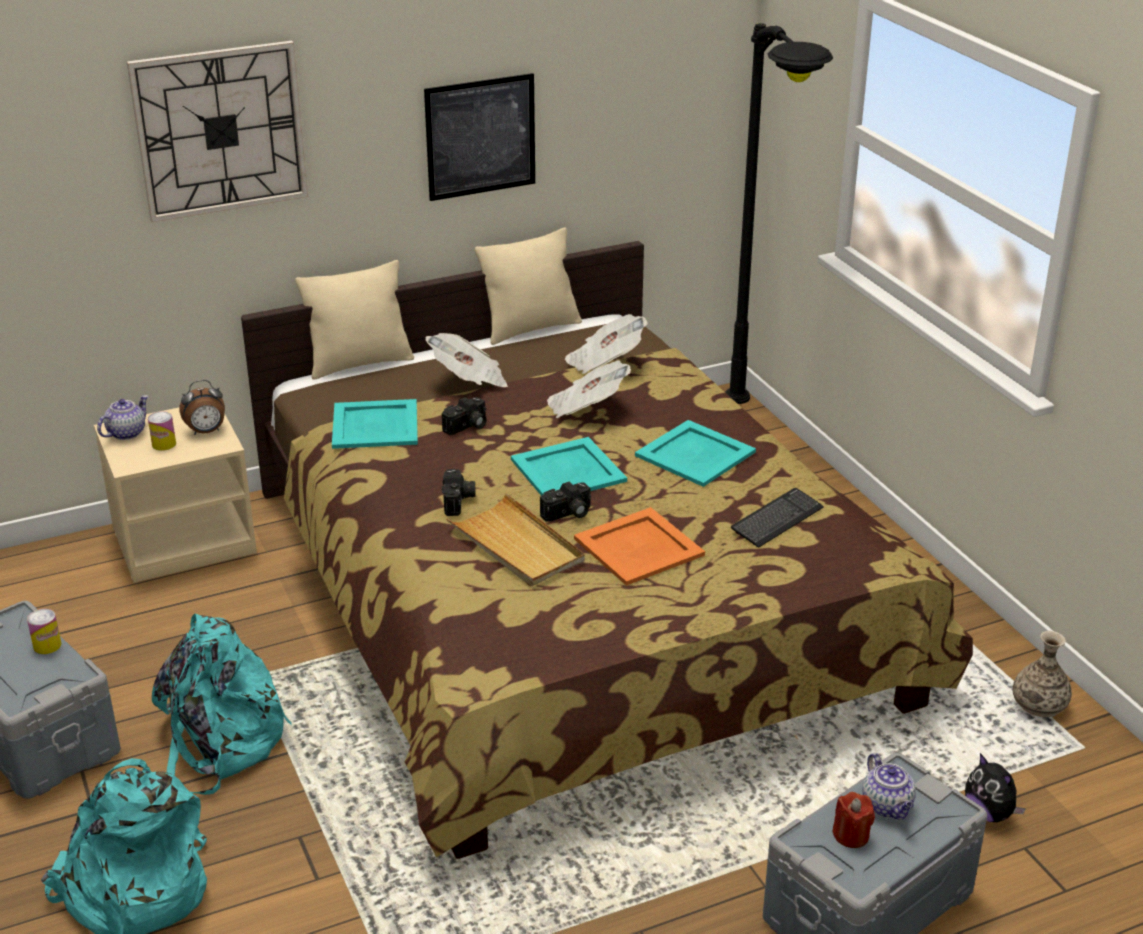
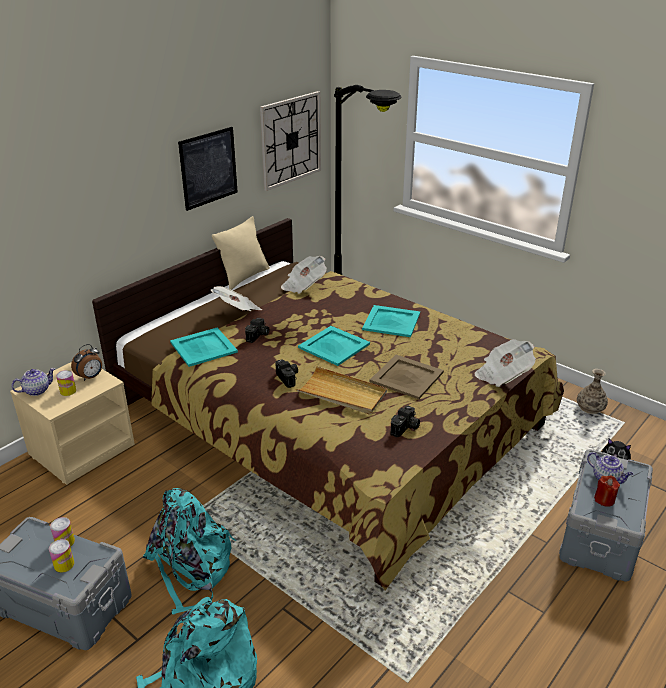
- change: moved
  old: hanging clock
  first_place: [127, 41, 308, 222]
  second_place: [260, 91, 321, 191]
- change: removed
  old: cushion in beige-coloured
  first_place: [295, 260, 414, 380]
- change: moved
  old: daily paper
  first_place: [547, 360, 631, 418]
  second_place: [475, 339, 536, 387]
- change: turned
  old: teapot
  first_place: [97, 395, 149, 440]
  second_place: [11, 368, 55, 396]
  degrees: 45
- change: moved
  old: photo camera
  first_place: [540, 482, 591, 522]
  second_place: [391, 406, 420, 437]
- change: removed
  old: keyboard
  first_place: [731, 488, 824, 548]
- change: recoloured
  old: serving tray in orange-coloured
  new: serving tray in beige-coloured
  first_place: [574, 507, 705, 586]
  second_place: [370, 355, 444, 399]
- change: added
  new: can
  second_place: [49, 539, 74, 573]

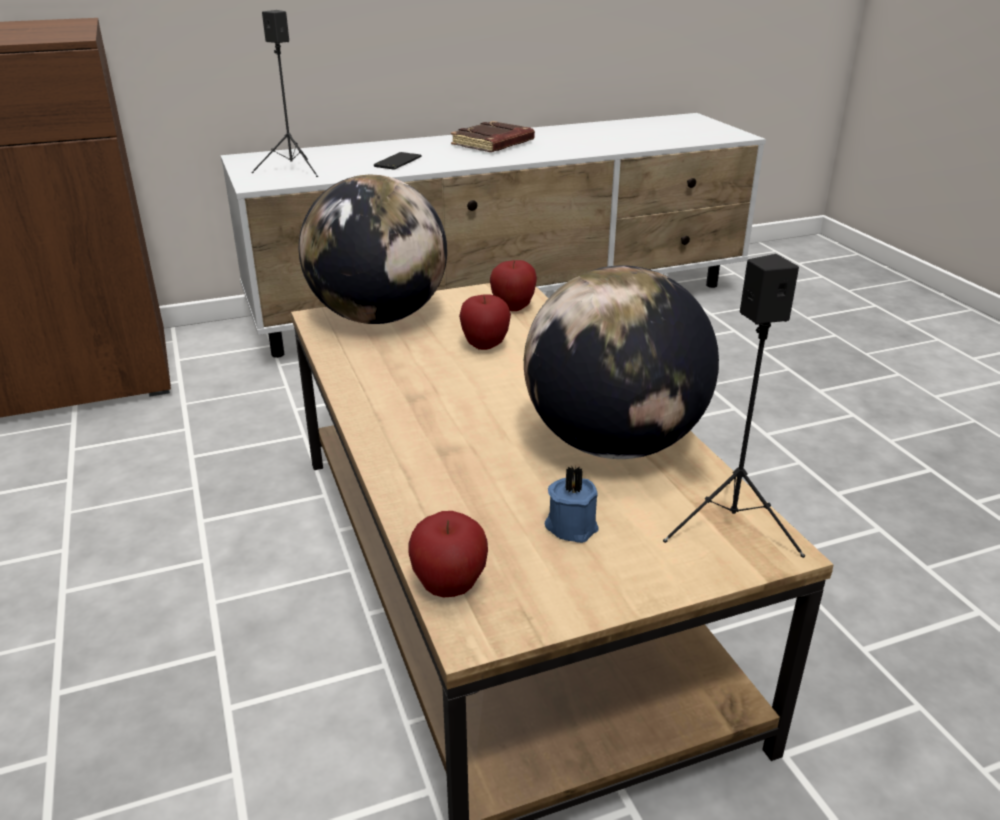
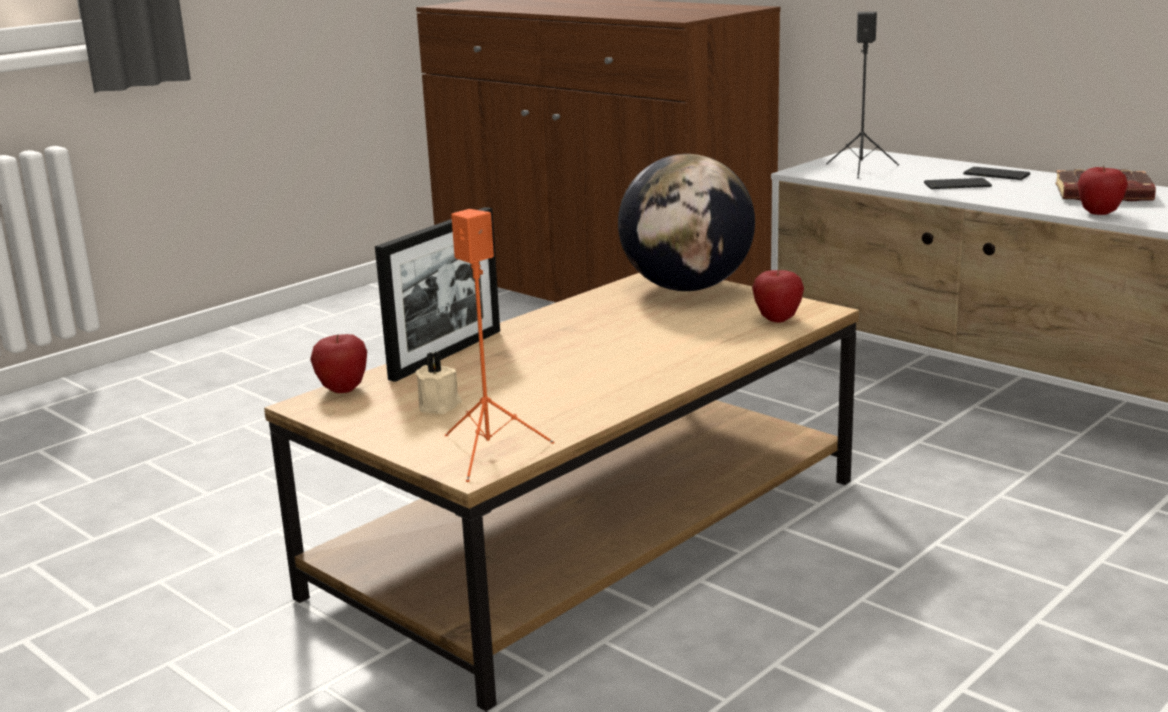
- change: recoloured
  old: speaker in black
  new: speaker in orange-coloured
  first_place: [663, 254, 805, 558]
  second_place: [445, 209, 554, 482]
- change: removed
  old: world globe
  first_place: [524, 266, 719, 459]
- change: moved
  old: apple fruit
  first_place: [459, 294, 511, 350]
  second_place: [1078, 166, 1128, 215]
- change: recoloured
  old: wax light in blue
  new: wax light in beige-coloured
  first_place: [545, 466, 599, 543]
  second_place: [415, 352, 462, 414]
- change: added
  new: telephone
  second_place: [963, 167, 1030, 180]
- change: added
  new: picture frame
  second_place: [375, 207, 500, 382]

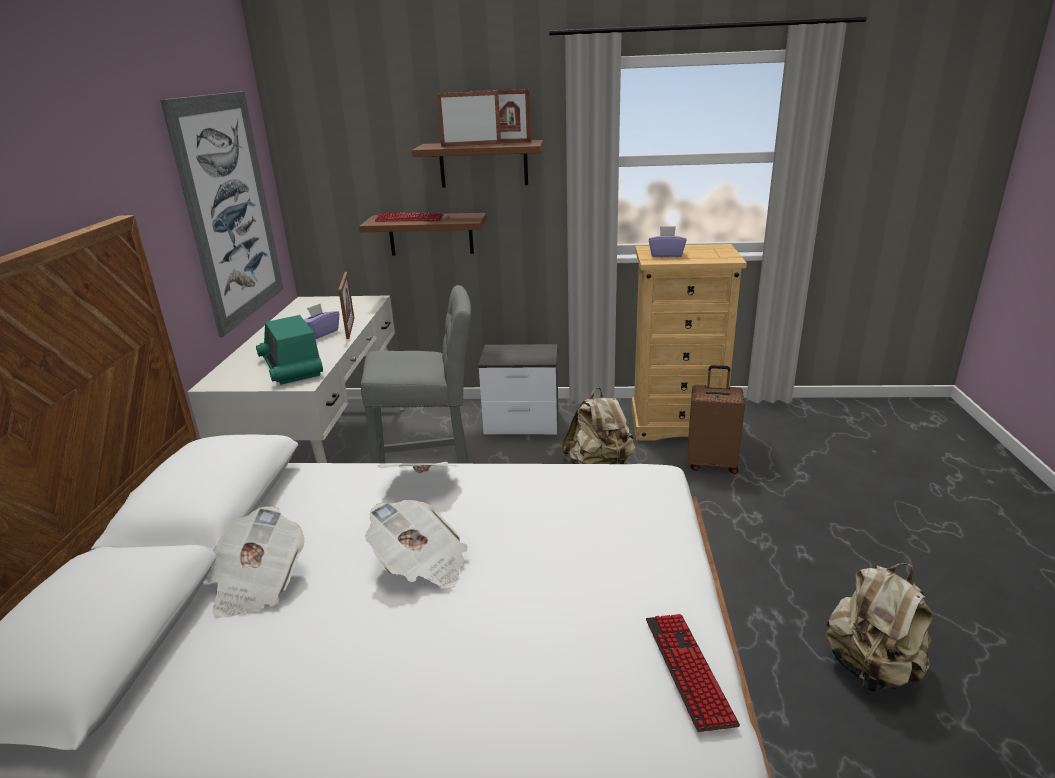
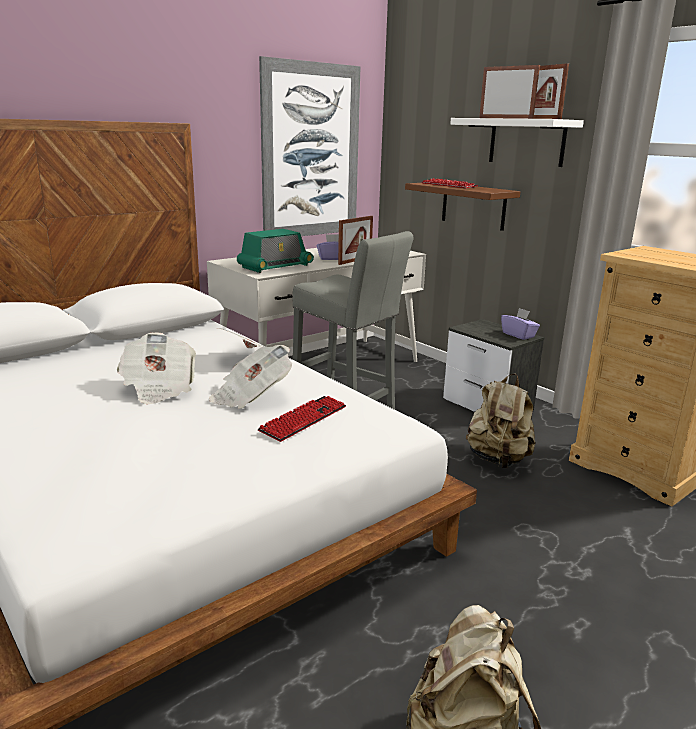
- change: recoloured
  old: wall shelf in brown-coloured
  new: wall shelf in white-coloured
  first_place: [412, 140, 543, 187]
  second_place: [450, 118, 584, 167]
- change: moved
  old: box of tissues in purple-coloured
  first_place: [649, 226, 686, 257]
  second_place: [501, 308, 540, 340]
- change: turned
  old: radio receiver
  first_place: [256, 315, 323, 385]
  second_place: [237, 229, 314, 273]
  degrees: -150
- change: removed
  old: travel case in brown-coloured
  first_place: [687, 365, 745, 474]
- change: moved
  old: daily paper
  first_place: [208, 506, 305, 618]
  second_place: [209, 345, 292, 409]
- change: moved
  old: keyboard
  first_place: [646, 614, 740, 732]
  second_place: [258, 396, 346, 442]

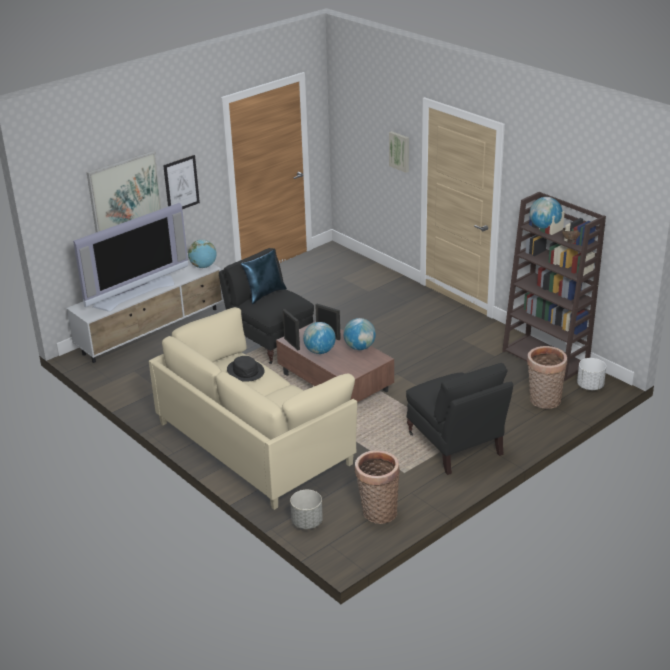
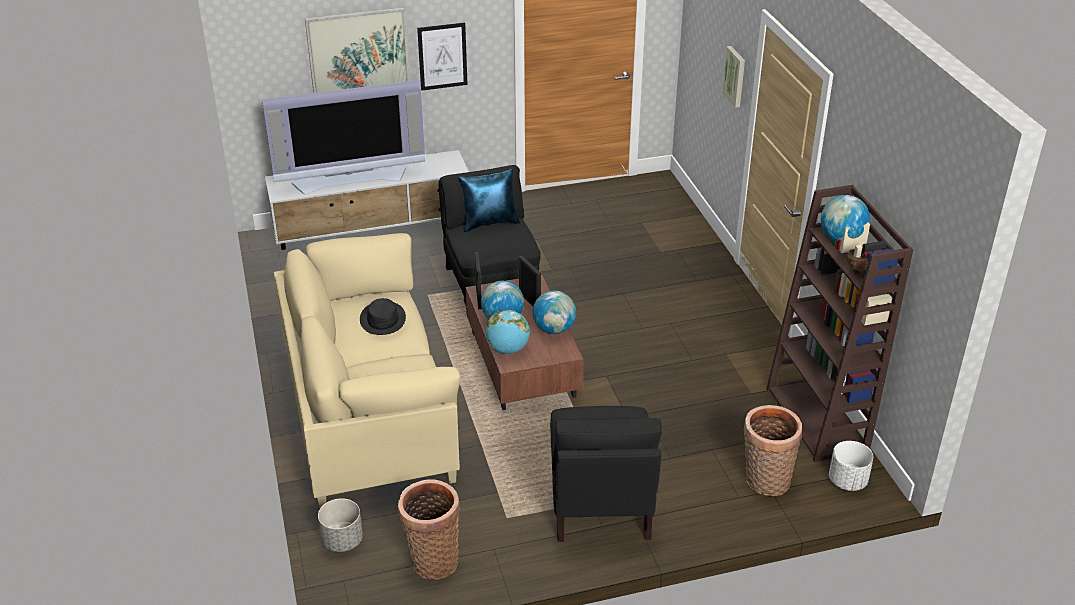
- change: moved
  old: world globe
  first_place: [188, 240, 217, 268]
  second_place: [486, 310, 530, 354]

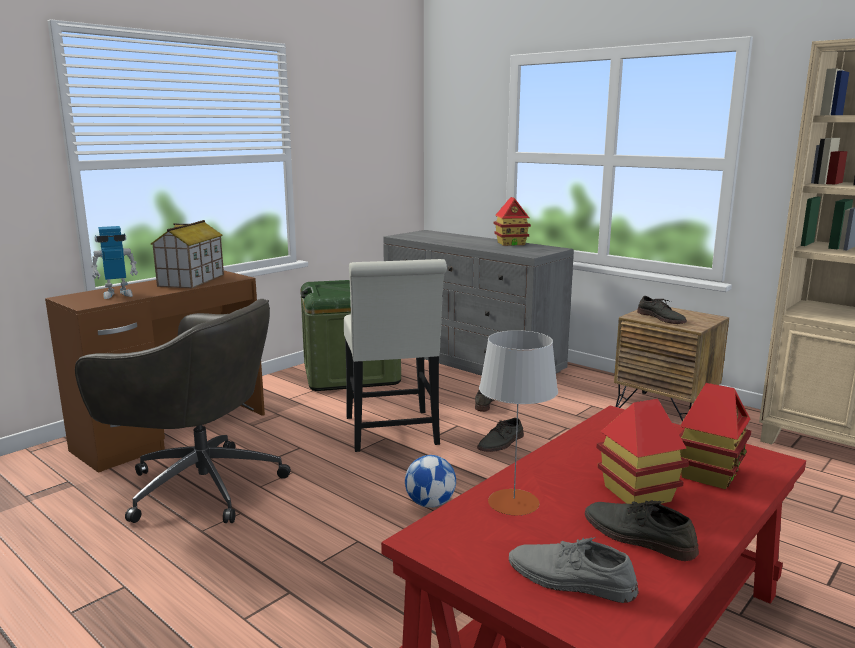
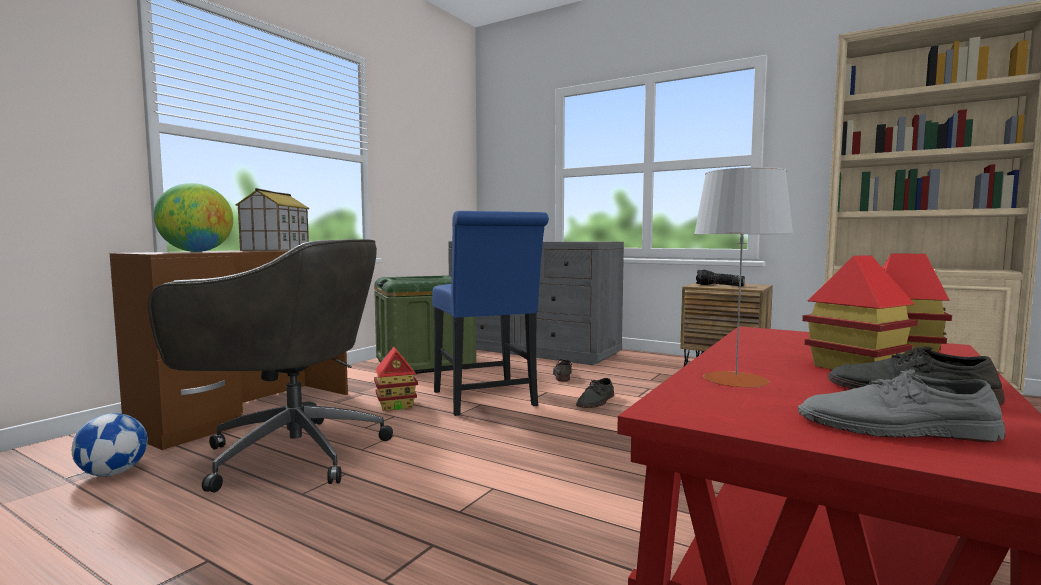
- change: moved
  old: toy house
  first_place: [494, 197, 531, 246]
  second_place: [374, 347, 418, 411]
- change: replaced
  old: model robot
  new: world globe
  first_place: [91, 226, 138, 299]
  second_place: [154, 183, 233, 252]
- change: recoloured
  old: plain chair in white-coloured
  new: plain chair in blue
  first_place: [344, 259, 447, 452]
  second_place: [432, 211, 549, 416]
- change: replaced
  old: shoe in grey
  new: hand torch
  first_place: [637, 296, 687, 324]
  second_place: [696, 269, 745, 287]
- change: moved
  old: football ball
  first_place: [405, 455, 456, 508]
  second_place: [72, 413, 148, 476]

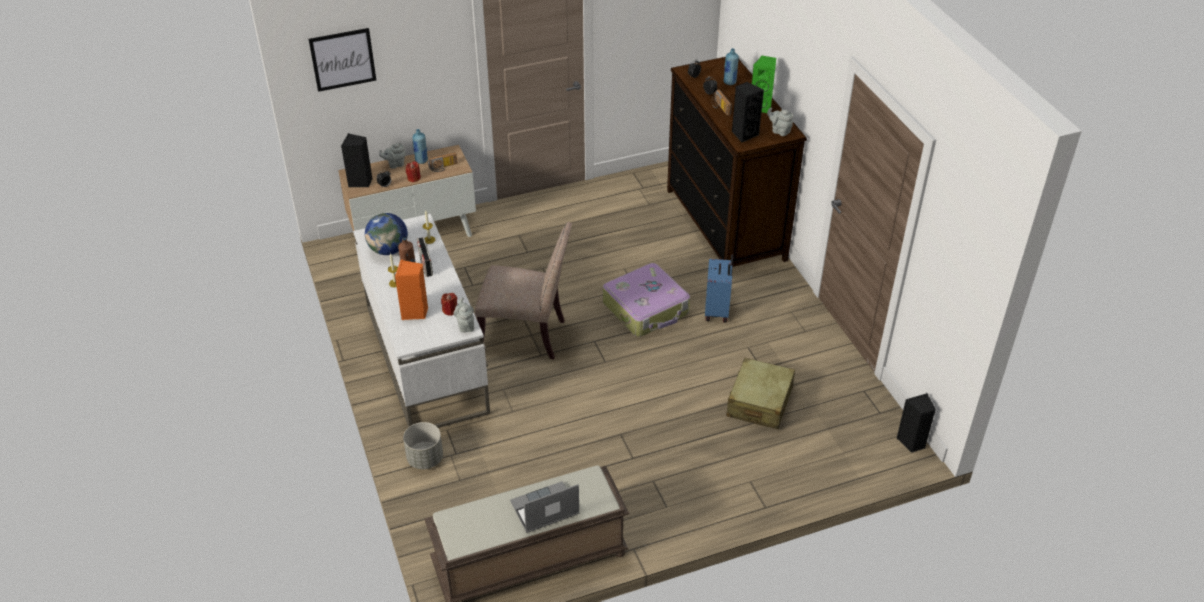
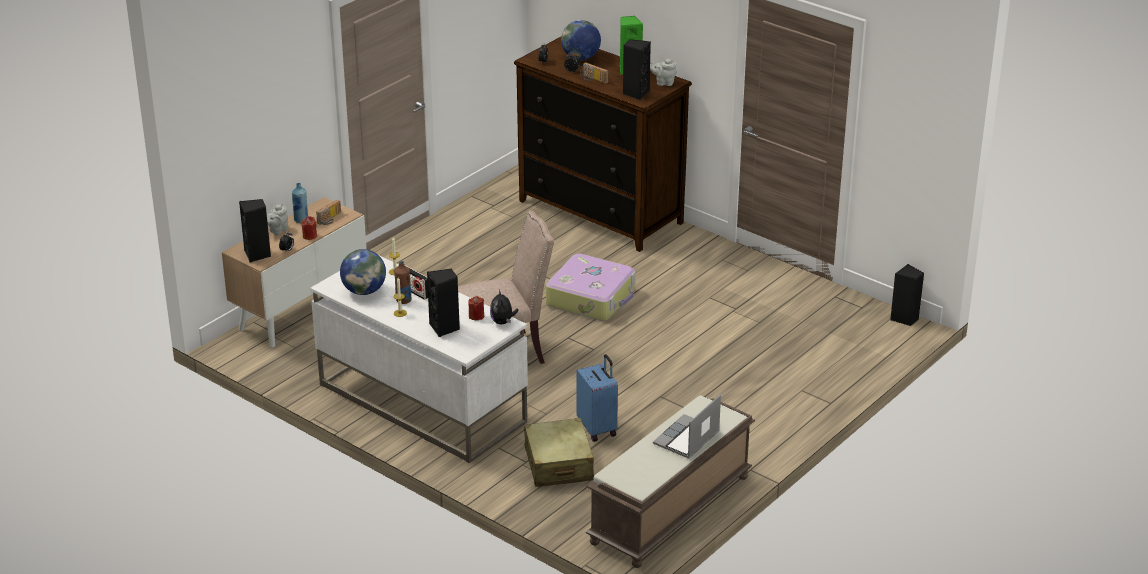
- change: removed
  old: wall art
  first_place: [309, 28, 376, 92]
- change: replaced
  old: beverage bottle in blue
  new: world globe
  first_place: [724, 48, 739, 85]
  second_place: [561, 20, 601, 60]
- change: moved
  old: travel case in blue
  first_place: [705, 254, 733, 323]
  second_place: [576, 354, 618, 442]
- change: recoloured
  old: speaker in orange-coloured
  new: speaker in black
  first_place: [395, 260, 428, 320]
  second_place: [427, 268, 460, 337]
- change: replaced
  old: teapot in grey
  new: cuddly toy
  first_place: [453, 297, 475, 333]
  second_place: [490, 289, 519, 324]
- change: moved
  old: travel case in beige-coloured
  first_place: [726, 358, 795, 429]
  second_place: [524, 418, 594, 487]
- change: removed
  old: flower pot in grey
  first_place: [403, 422, 443, 469]

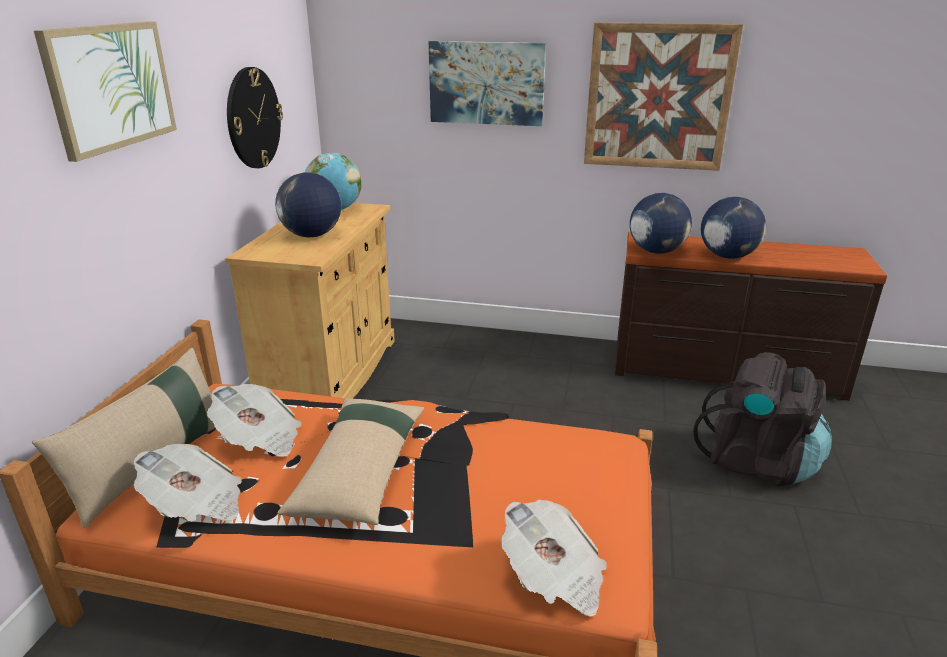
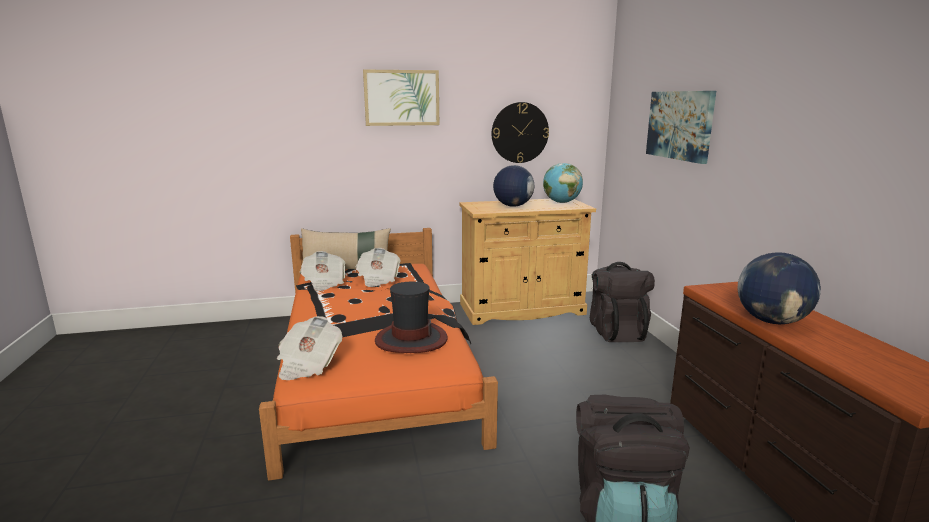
- change: removed
  old: wall art
  first_place: [584, 22, 743, 171]
- change: removed
  old: world globe
  first_place: [630, 193, 692, 254]
- change: removed
  old: cushion in beige-coloured
  first_place: [278, 398, 424, 525]
- change: added
  new: backpack in black
  second_place: [590, 262, 655, 342]
- change: added
  new: wearable hat
  second_place: [375, 282, 448, 353]

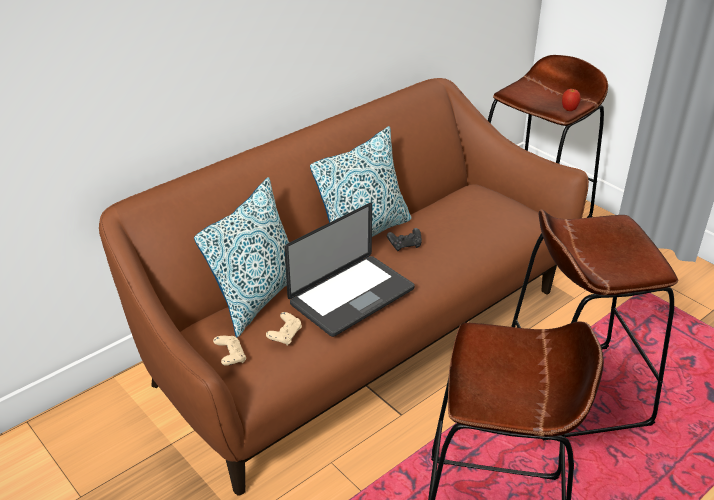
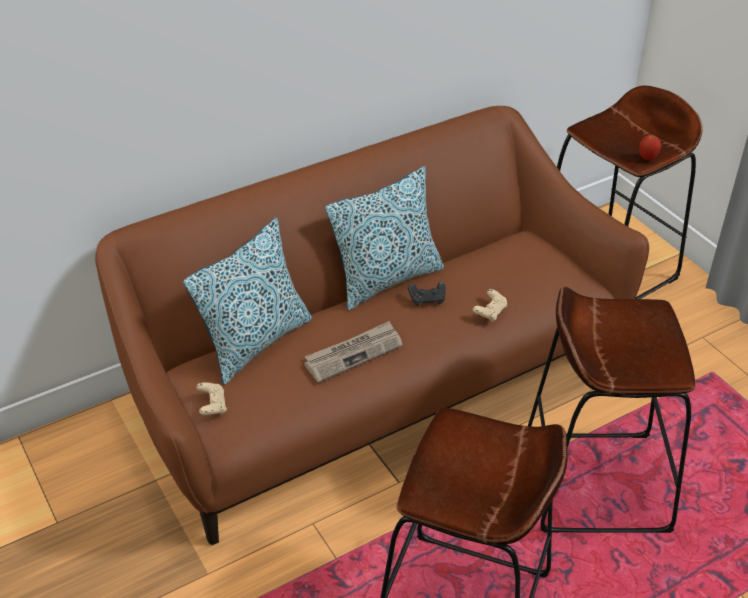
- change: replaced
  old: notebook computer
  new: daily paper
  first_place: [284, 203, 415, 337]
  second_place: [304, 321, 403, 383]
- change: moved
  old: joypad in beige-coloured
  first_place: [266, 312, 302, 345]
  second_place: [473, 289, 507, 322]

